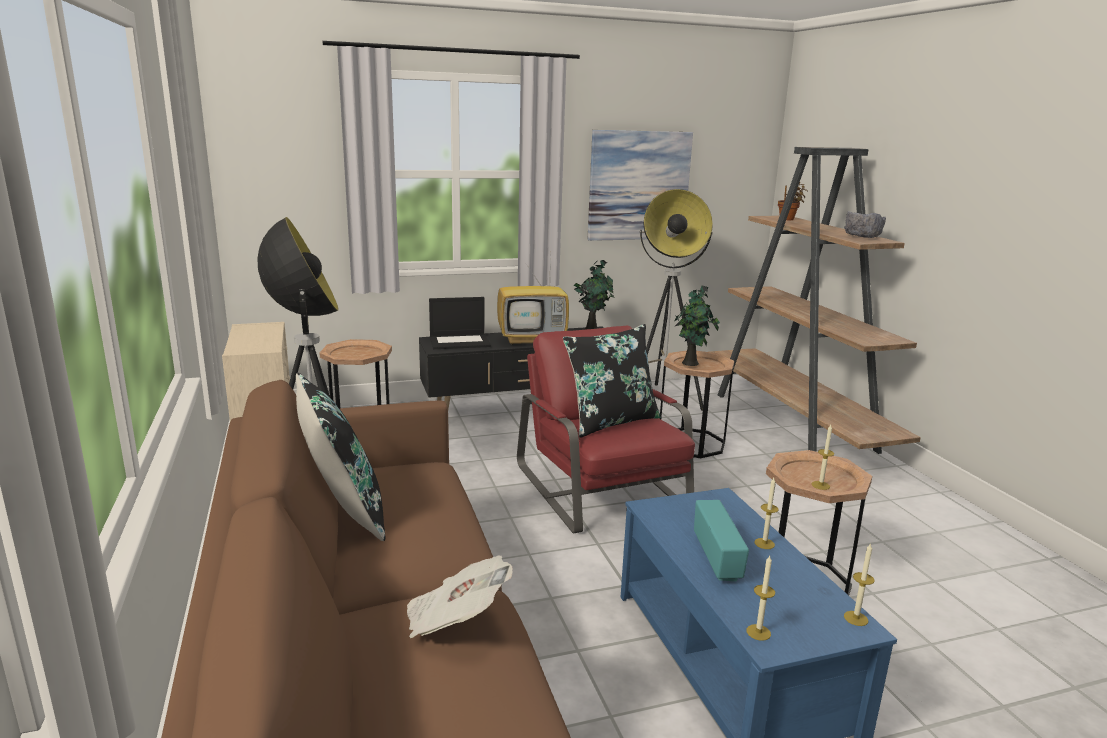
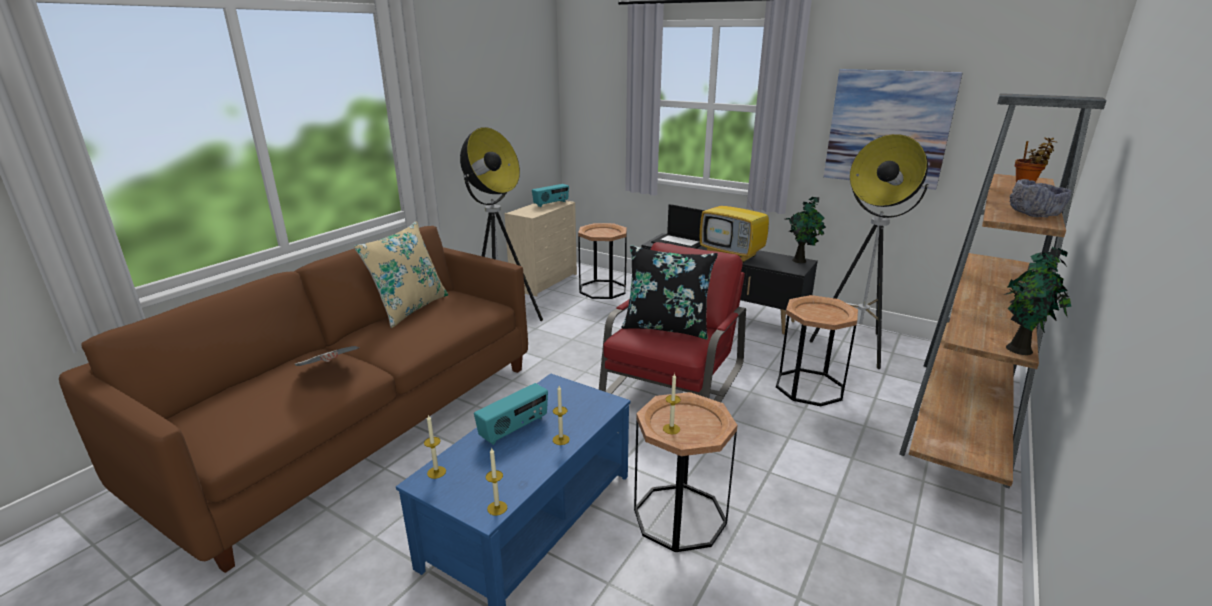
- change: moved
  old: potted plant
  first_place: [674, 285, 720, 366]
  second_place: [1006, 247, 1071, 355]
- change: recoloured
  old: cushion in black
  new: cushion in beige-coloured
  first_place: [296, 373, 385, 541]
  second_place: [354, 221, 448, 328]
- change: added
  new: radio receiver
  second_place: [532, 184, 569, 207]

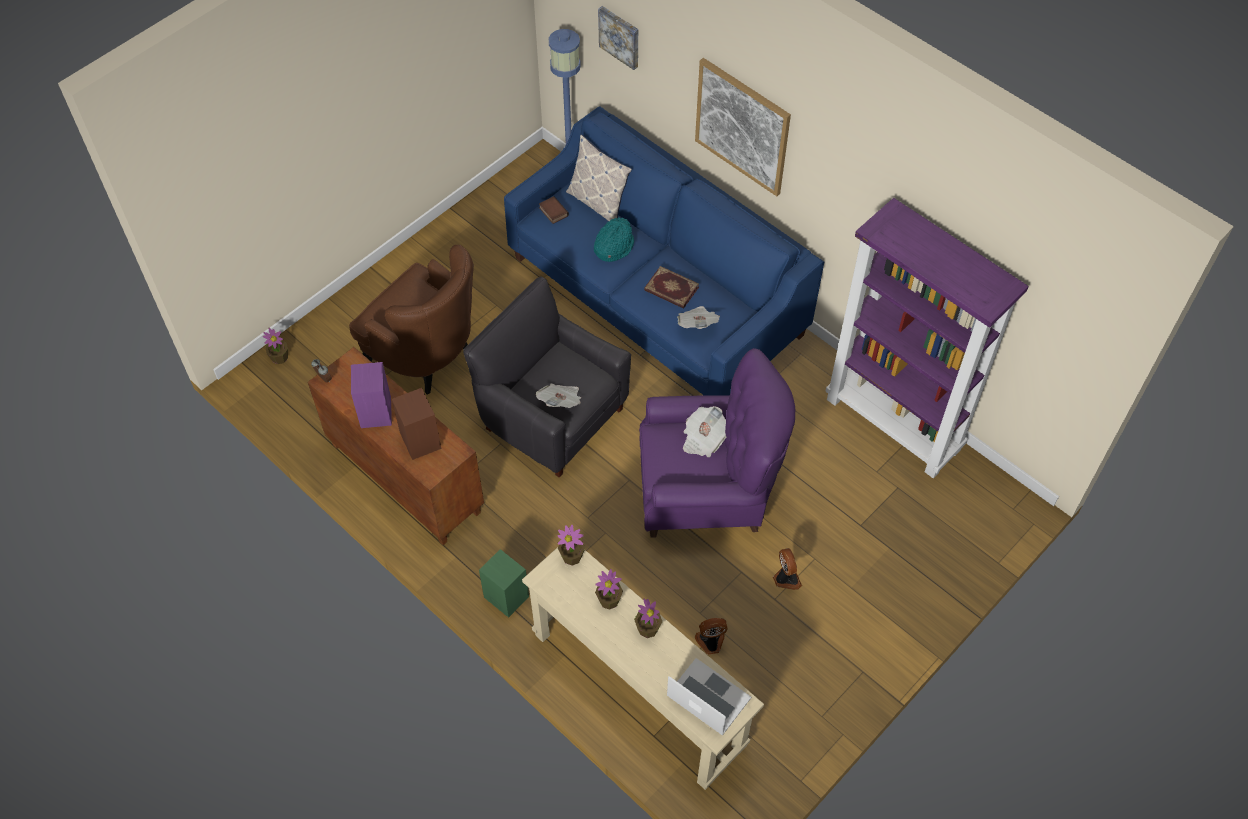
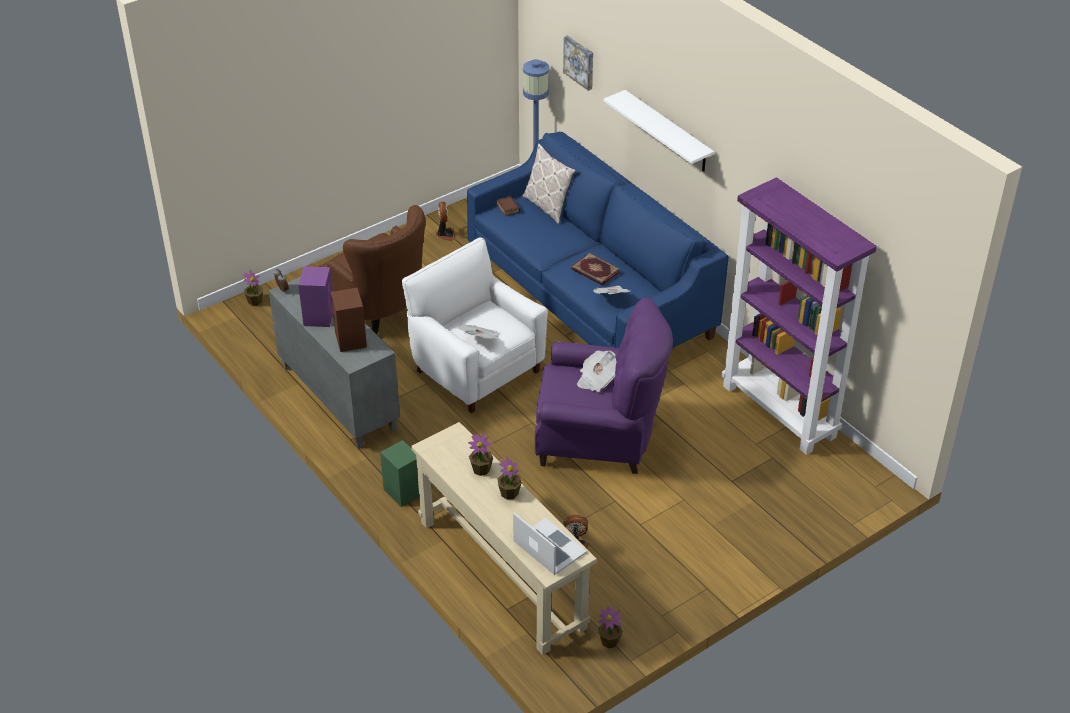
- change: replaced
  old: wall art
  new: wall shelf in white-coloured
  first_place: [695, 58, 791, 196]
  second_place: [603, 90, 714, 172]
- change: removed
  old: wearable hat in turquoise
  first_place: [594, 217, 634, 262]
- change: recoloured
  old: armchair in black
  new: armchair in white-coloured
  first_place: [463, 277, 631, 478]
  second_place: [402, 237, 548, 413]
- change: recoloured
  old: cupboard in brown-coloured
  new: cupboard in grey
  first_place: [308, 347, 484, 545]
  second_place: [269, 277, 400, 449]
- change: moved
  old: potted plant
  first_place: [557, 525, 585, 565]
  second_place: [598, 606, 623, 648]
- change: moved
  old: fan
  first_place: [773, 548, 802, 590]
  second_place: [436, 202, 456, 241]

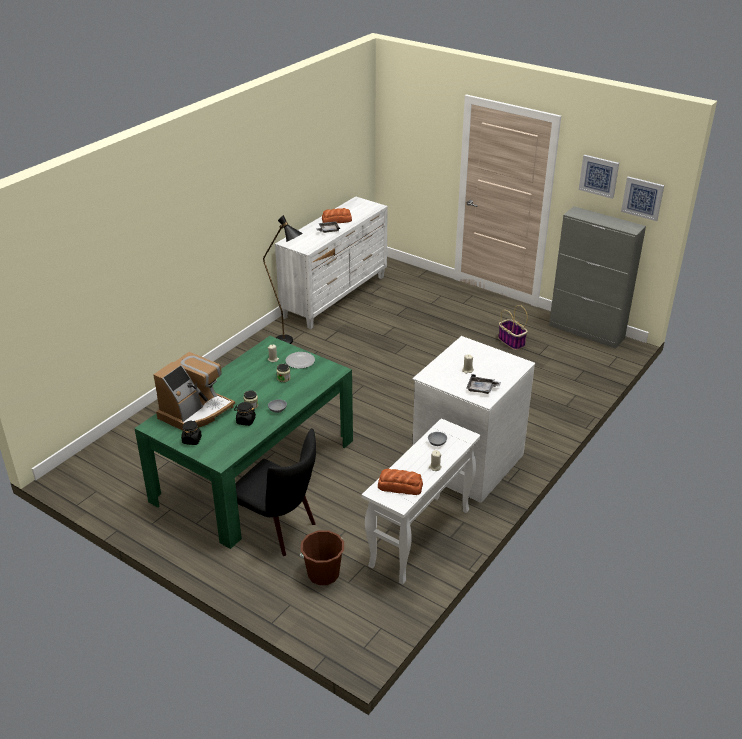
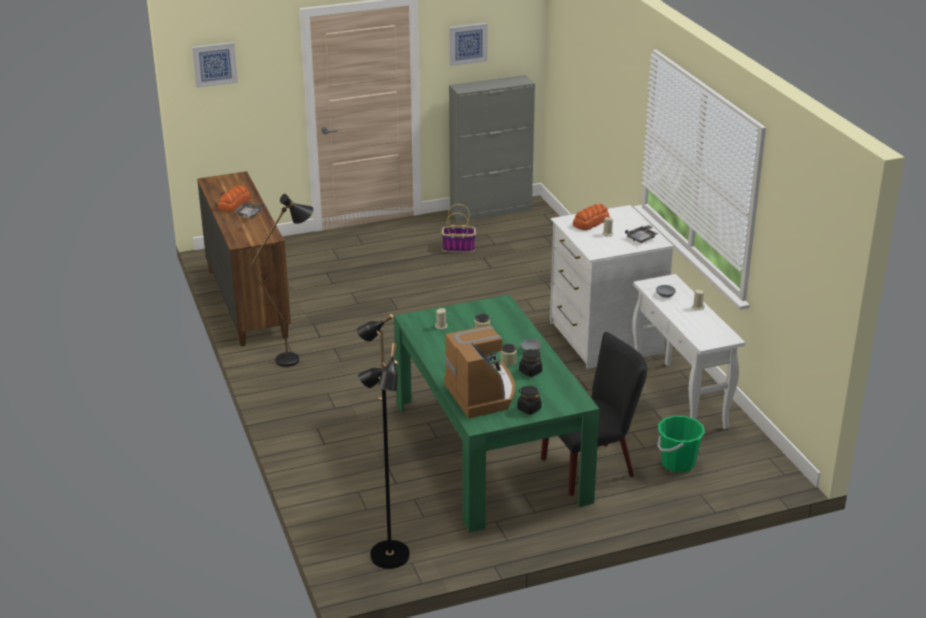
- change: moved
  old: wall art
  first_place: [621, 176, 664, 221]
  second_place: [192, 42, 238, 88]
- change: recoloured
  old: drawer chest in white-coloured
  new: drawer chest in brown-coloured
  first_place: [275, 196, 388, 329]
  second_place: [197, 171, 291, 346]
- change: removed
  old: plate
  first_place: [286, 352, 315, 369]
- change: moved
  old: bread
  first_place: [378, 469, 423, 495]
  second_place: [573, 204, 609, 230]
- change: recoloured
  old: pail in brown-coloured
  new: pail in greenish
  first_place: [300, 530, 344, 585]
  second_place: [657, 416, 705, 472]
- change: added
  new: floor lamp in black
  second_place: [357, 314, 410, 569]

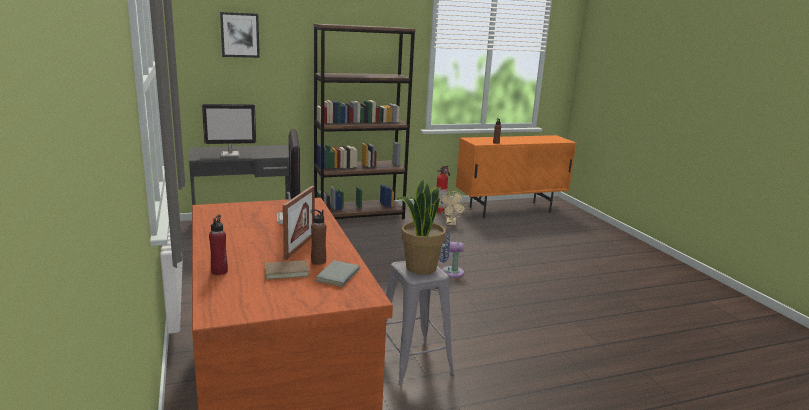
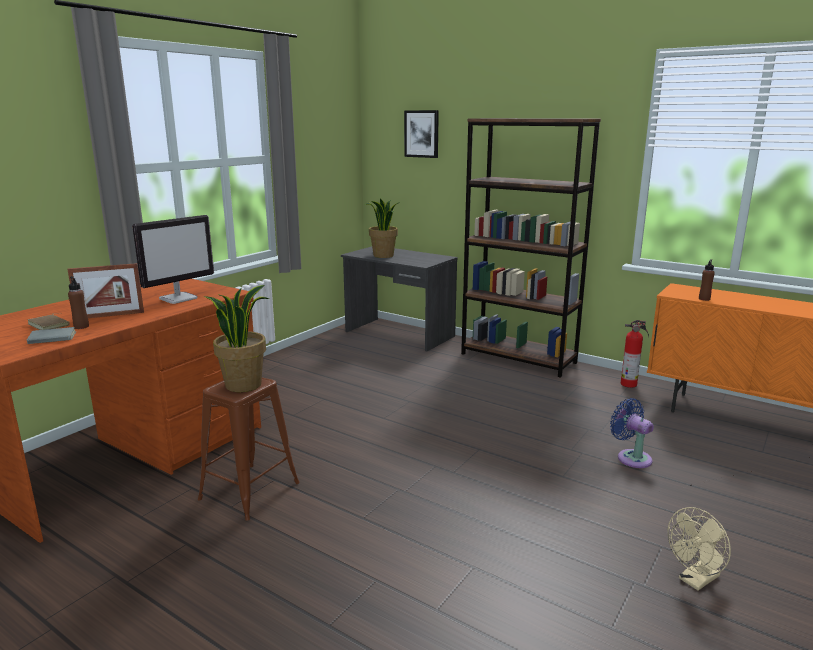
- change: replaced
  old: computer display
  new: potted plant
  first_place: [202, 104, 256, 157]
  second_place: [364, 198, 400, 258]
- change: moved
  old: fan in beige-coloured
  first_place: [439, 191, 467, 225]
  second_place: [668, 507, 731, 591]
- change: removed
  old: beverage bottle in reddish
  first_place: [209, 215, 228, 275]
- change: moved
  old: fan in blue
  first_place: [439, 232, 464, 278]
  second_place: [610, 398, 654, 468]
- change: recoloured
  old: stool in grey
  new: stool in brown-coloured
  first_place: [386, 261, 454, 386]
  second_place: [198, 377, 300, 521]

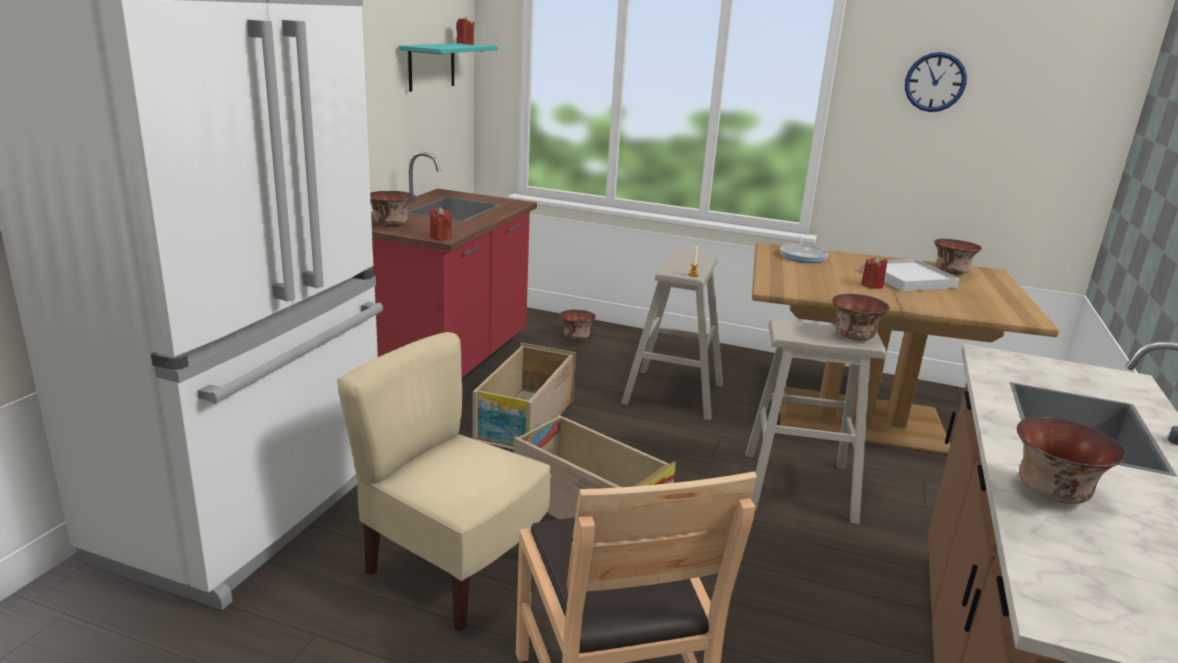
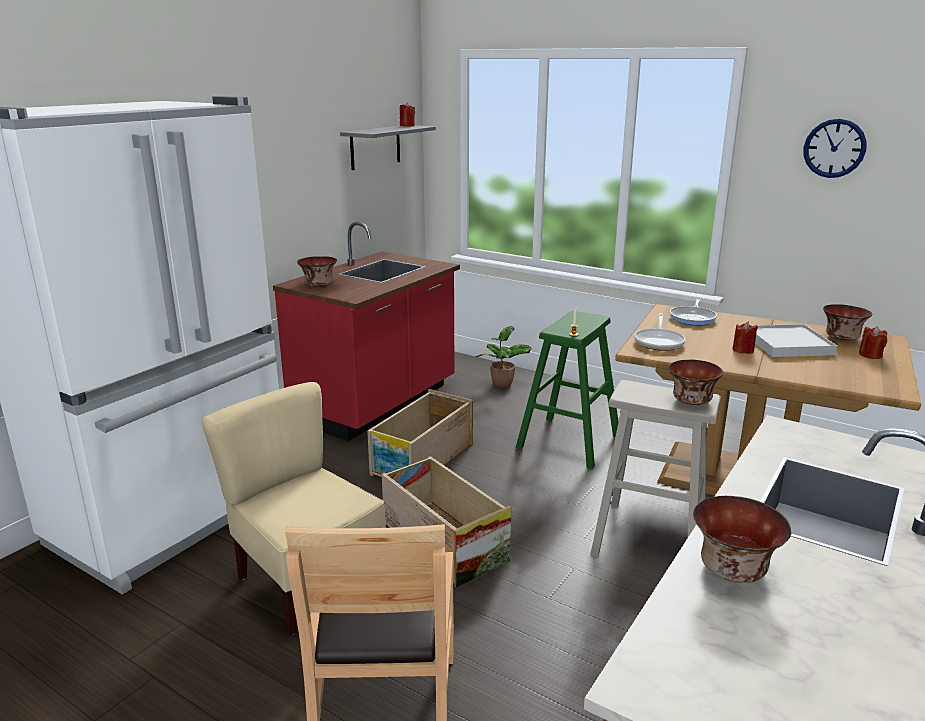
- change: recoloured
  old: wall shelf in turquoise
  new: wall shelf in grey
  first_place: [399, 43, 498, 92]
  second_place: [340, 125, 436, 170]
- change: moved
  old: wax light in reddish
  first_place: [429, 207, 451, 240]
  second_place: [859, 326, 887, 359]
- change: recoloured
  old: stool in beige-coloured
  new: stool in greenish
  first_place: [621, 251, 723, 420]
  second_place: [516, 311, 619, 469]
- change: replaced
  old: serving bowl
  new: potted plant
  first_place: [559, 310, 596, 340]
  second_place: [474, 326, 532, 388]
- change: added
  new: frying pan
  second_place: [634, 313, 686, 351]

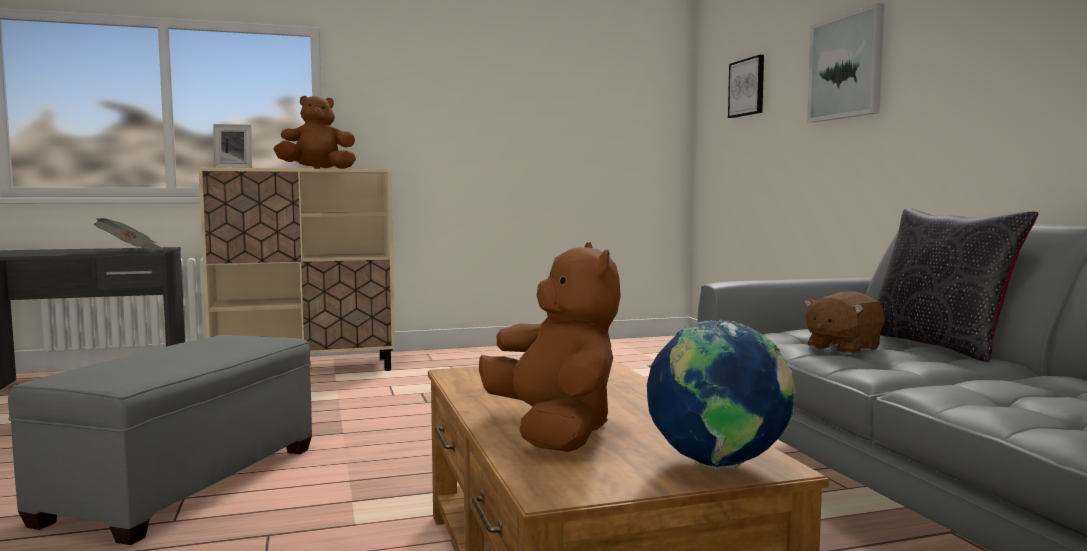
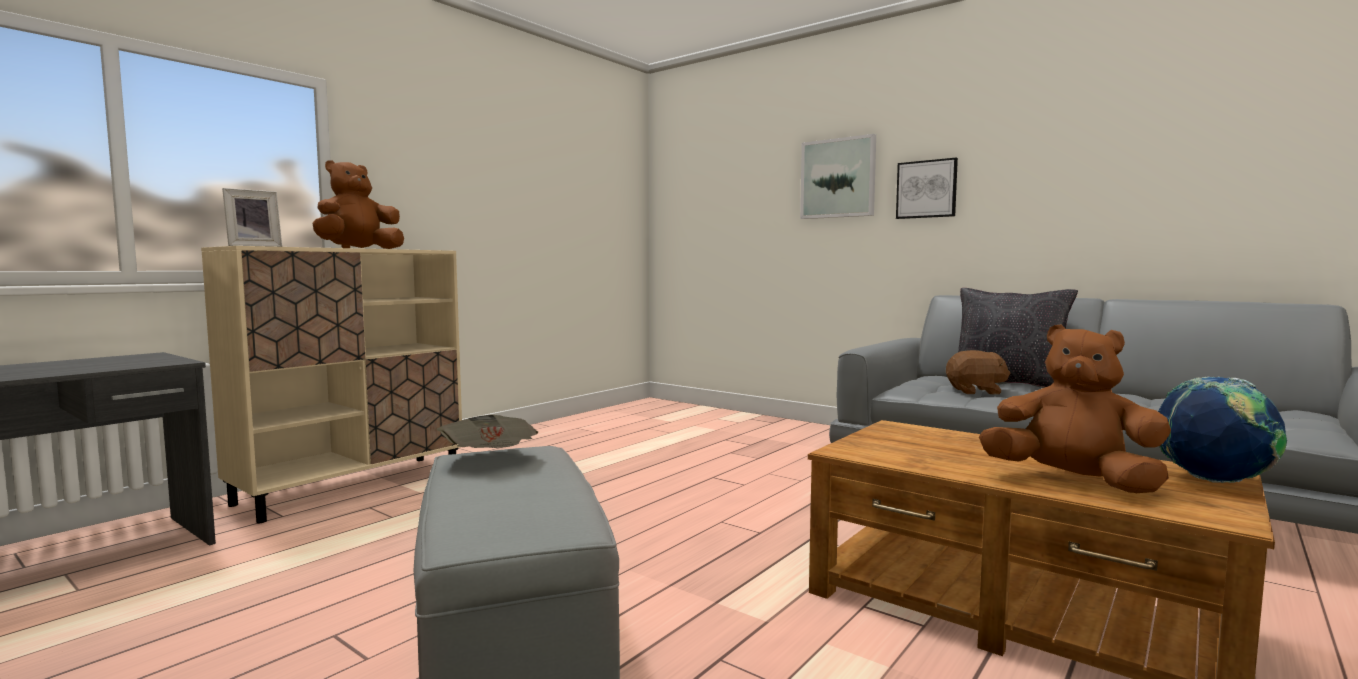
- change: moved
  old: wall art
  first_place: [728, 55, 764, 118]
  second_place: [896, 158, 958, 219]
- change: moved
  old: daily paper
  first_place: [94, 218, 164, 250]
  second_place: [436, 415, 538, 448]
- change: turned
  old: cuddly toy in brown-coloured
  first_place: [803, 291, 885, 355]
  second_place: [946, 350, 1011, 394]
  degrees: -105

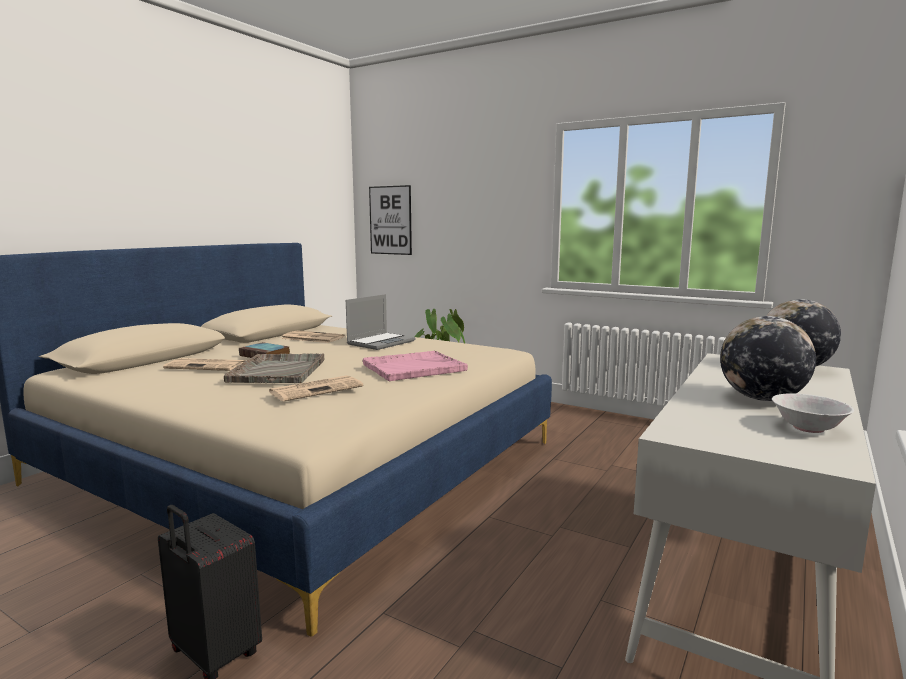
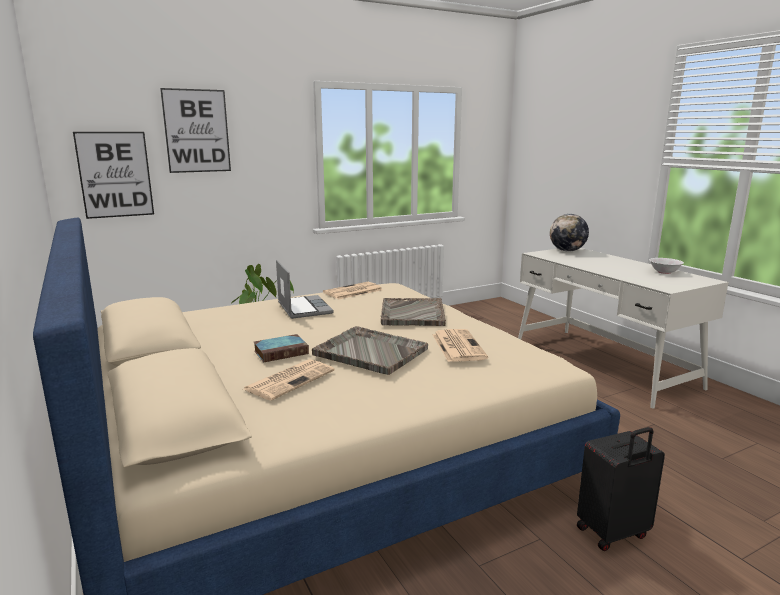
- change: removed
  old: world globe
  first_place: [720, 316, 816, 401]
- change: moved
  old: daily paper
  first_place: [281, 330, 345, 343]
  second_place: [323, 282, 382, 299]
- change: recoloured
  old: serving tray in pinkish
  new: serving tray in grey
  first_place: [363, 351, 468, 381]
  second_place: [381, 298, 446, 326]
- change: added
  new: wall art
  second_place: [160, 88, 231, 173]

